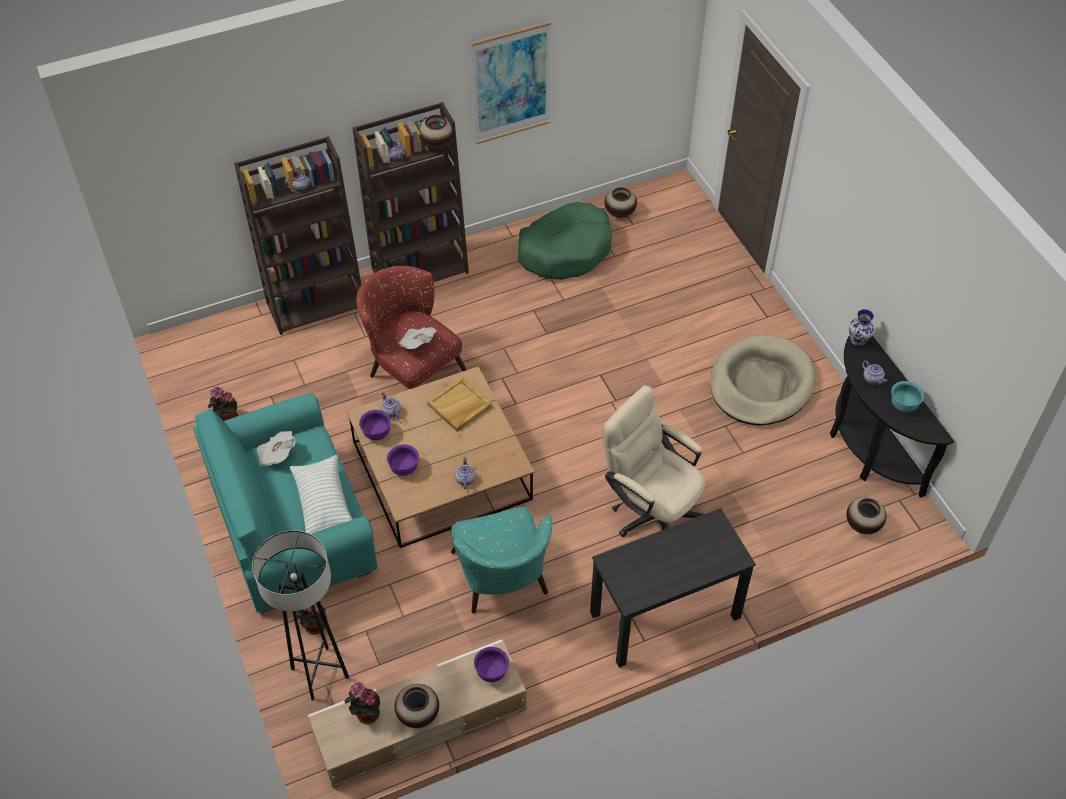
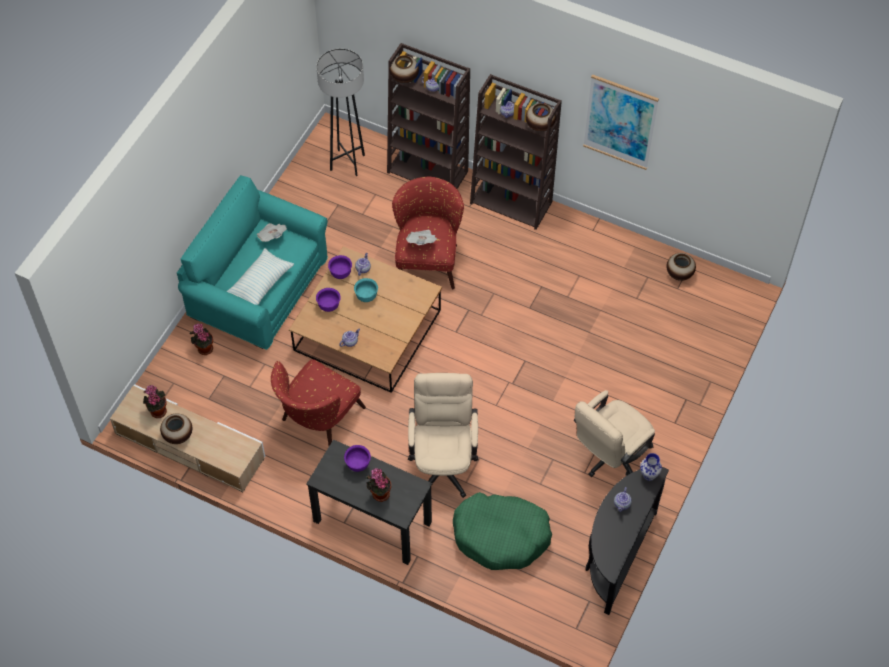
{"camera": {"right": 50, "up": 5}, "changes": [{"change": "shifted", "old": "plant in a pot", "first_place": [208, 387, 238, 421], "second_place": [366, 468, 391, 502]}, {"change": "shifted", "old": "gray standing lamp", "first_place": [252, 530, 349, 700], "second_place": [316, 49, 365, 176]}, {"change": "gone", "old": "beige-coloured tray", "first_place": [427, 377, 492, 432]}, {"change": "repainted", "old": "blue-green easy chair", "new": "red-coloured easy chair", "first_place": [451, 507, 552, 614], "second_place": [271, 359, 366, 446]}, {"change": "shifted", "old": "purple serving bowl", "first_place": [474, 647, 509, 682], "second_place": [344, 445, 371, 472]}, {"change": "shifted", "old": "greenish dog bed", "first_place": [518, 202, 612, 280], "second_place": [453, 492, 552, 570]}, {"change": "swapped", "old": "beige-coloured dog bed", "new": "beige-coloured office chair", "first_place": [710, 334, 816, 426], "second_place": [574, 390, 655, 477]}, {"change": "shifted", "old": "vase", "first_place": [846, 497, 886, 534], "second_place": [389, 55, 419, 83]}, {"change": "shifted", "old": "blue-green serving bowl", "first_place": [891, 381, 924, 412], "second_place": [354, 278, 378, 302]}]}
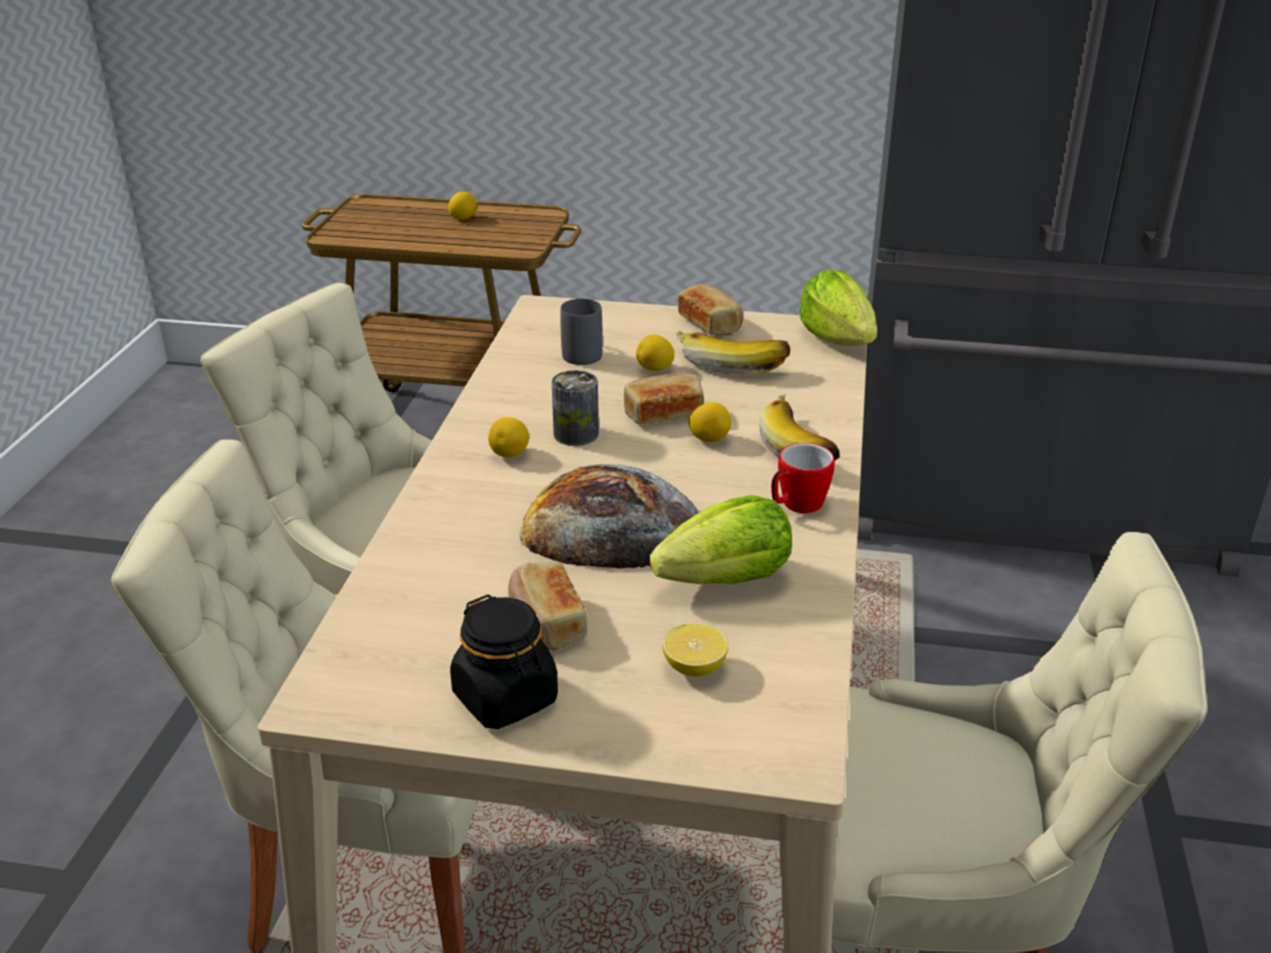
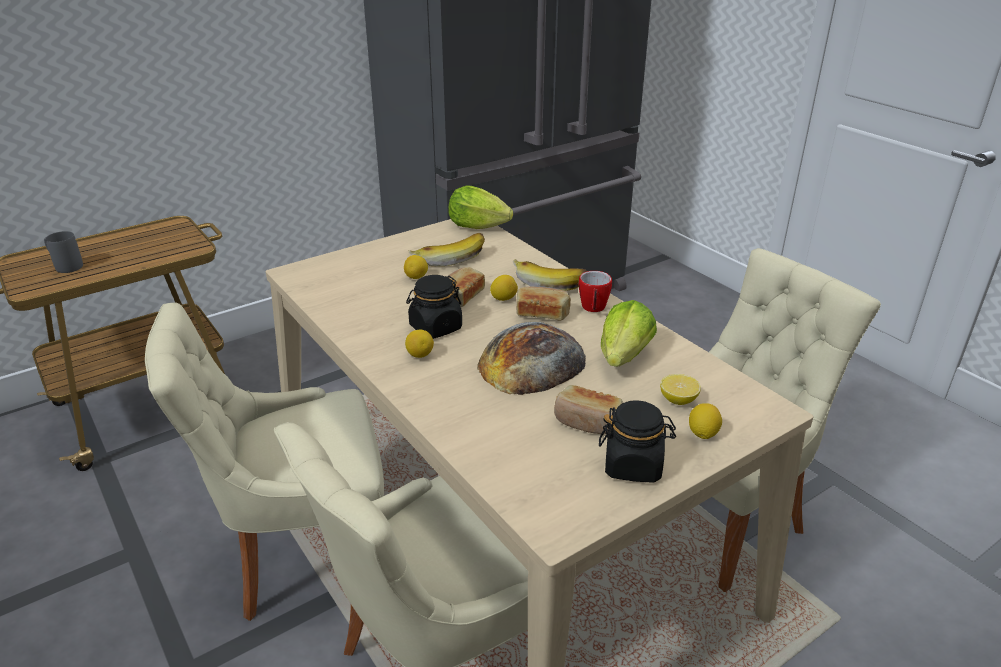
{"camera": {"right": -45, "up": 0}, "changes": [{"change": "shifted", "old": "whole lemon", "first_place": [448, 191, 477, 220], "second_place": [689, 403, 722, 439]}, {"change": "swapped", "old": "sealed can", "new": "black-coloured jar", "first_place": [552, 370, 599, 446], "second_place": [406, 275, 462, 339]}, {"change": "shifted", "old": "gray tea mug", "first_place": [560, 299, 603, 365], "second_place": [44, 231, 83, 273]}, {"change": "shifted", "old": "baked bread", "first_place": [678, 284, 743, 335], "second_place": [516, 286, 571, 320]}]}
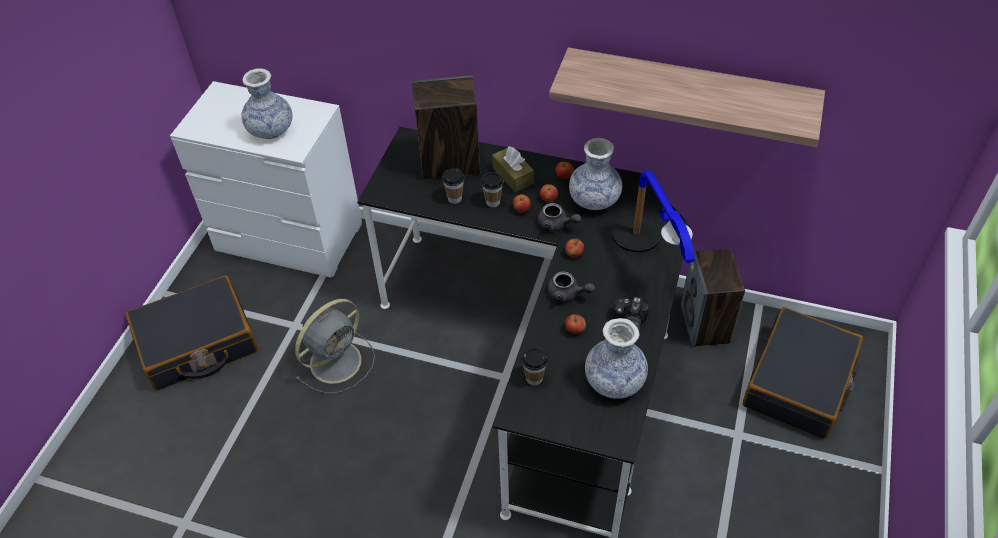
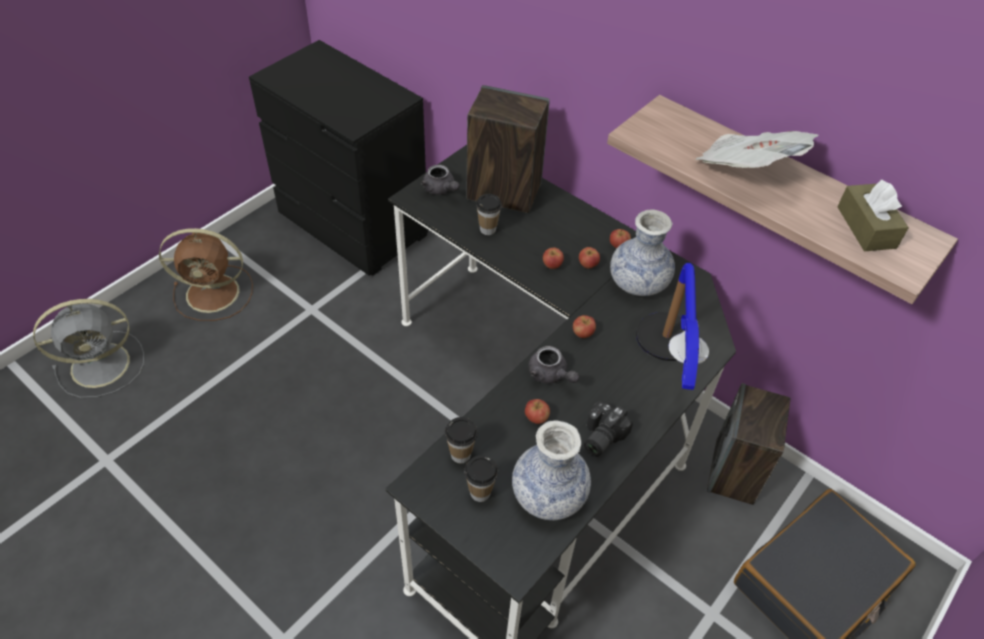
{"camera": {"right": 20, "up": 0}, "changes": [{"change": "swapped", "old": "black-coloured suitcase", "new": "brownish fan", "first_place": [126, 276, 258, 390], "second_place": [159, 228, 253, 321]}, {"change": "repainted", "old": "whitish chest of drawers", "new": "black-coloured chest of drawers", "first_place": [170, 81, 362, 278], "second_place": [249, 40, 428, 276]}, {"change": "gone", "old": "vase", "first_place": [241, 69, 292, 139]}, {"change": "shifted", "old": "gray fan", "first_place": [295, 299, 375, 394], "second_place": [33, 299, 144, 398]}, {"change": "shifted", "old": "cup", "first_place": [481, 172, 504, 207], "second_place": [464, 455, 498, 502]}, {"change": "shifted", "old": "brownish tissue box", "first_place": [492, 146, 534, 192], "second_place": [837, 179, 909, 251]}, {"change": "shifted", "old": "gray tea pot", "first_place": [537, 203, 581, 232], "second_place": [421, 165, 460, 195]}, {"change": "new", "new": "newspaper", "second_place": [695, 131, 819, 168]}]}
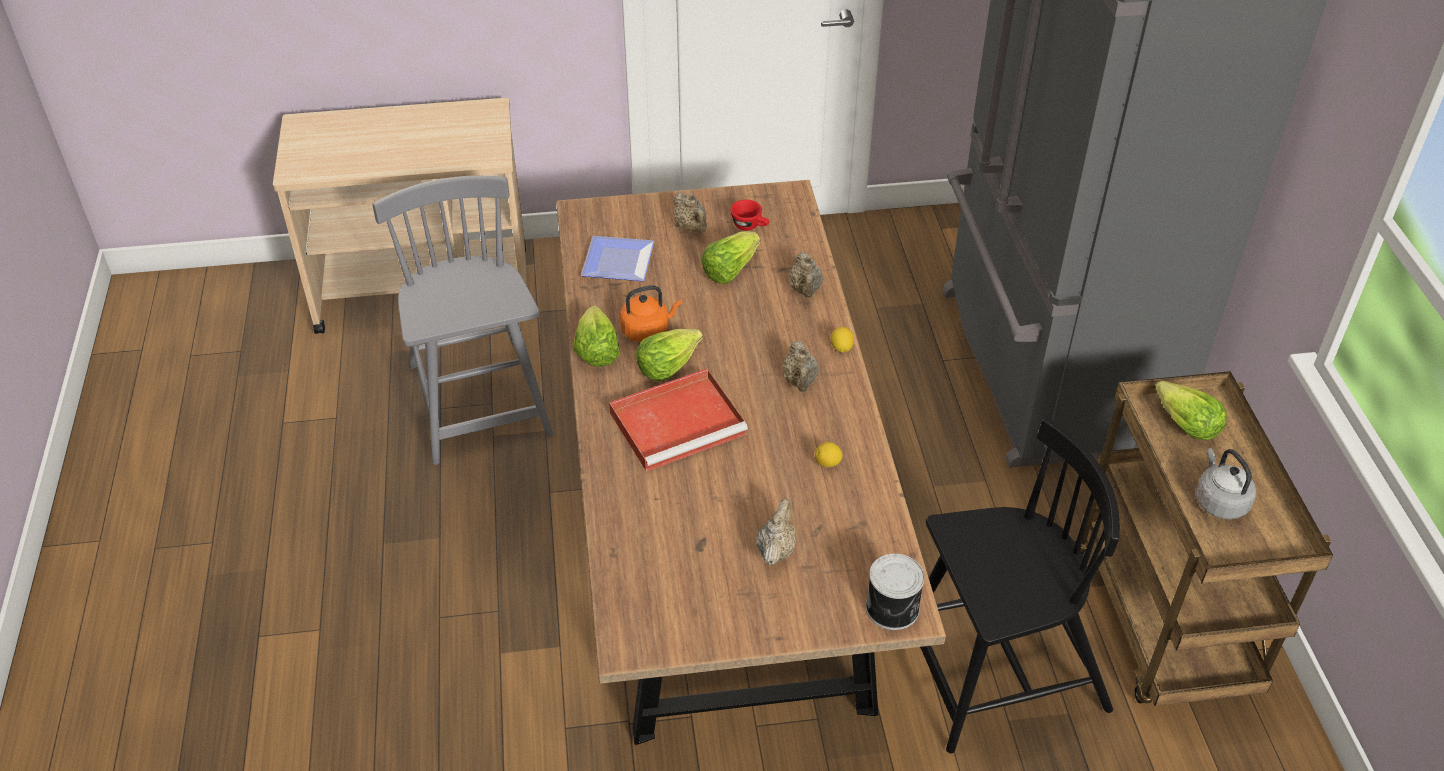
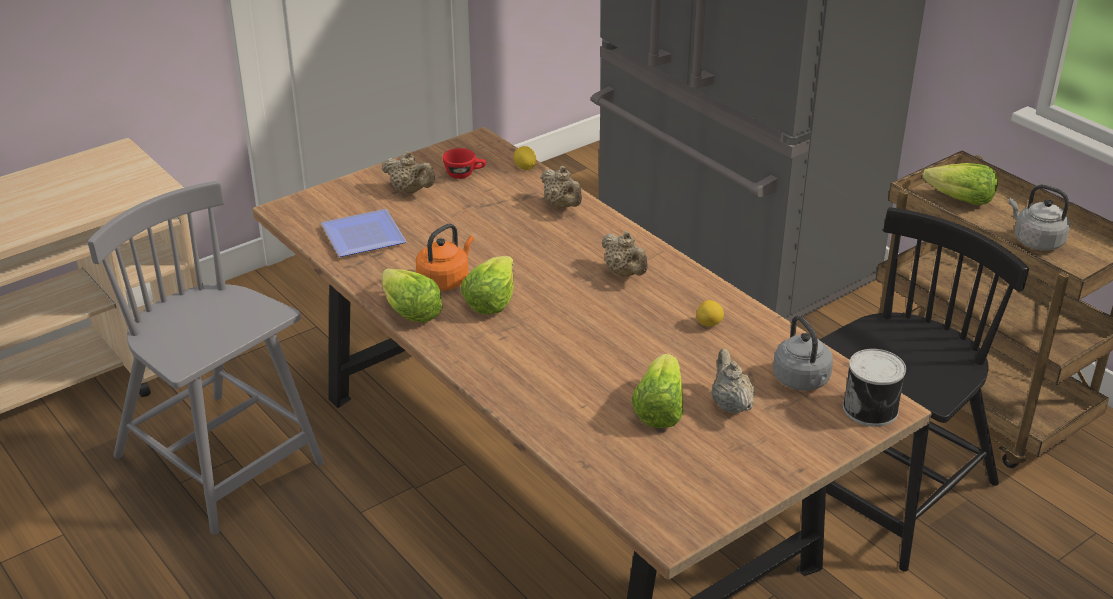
{"camera": {"right": -30, "up": -10}, "changes": [{"change": "gone", "old": "red-coloured tray", "first_place": [609, 369, 748, 472]}, {"change": "shifted", "old": "lettuce", "first_place": [701, 231, 760, 284], "second_place": [631, 354, 683, 428]}, {"change": "shifted", "old": "whole lemon", "first_place": [830, 327, 854, 352], "second_place": [513, 146, 536, 170]}, {"change": "new", "new": "gray kettle", "second_place": [773, 315, 833, 391]}]}
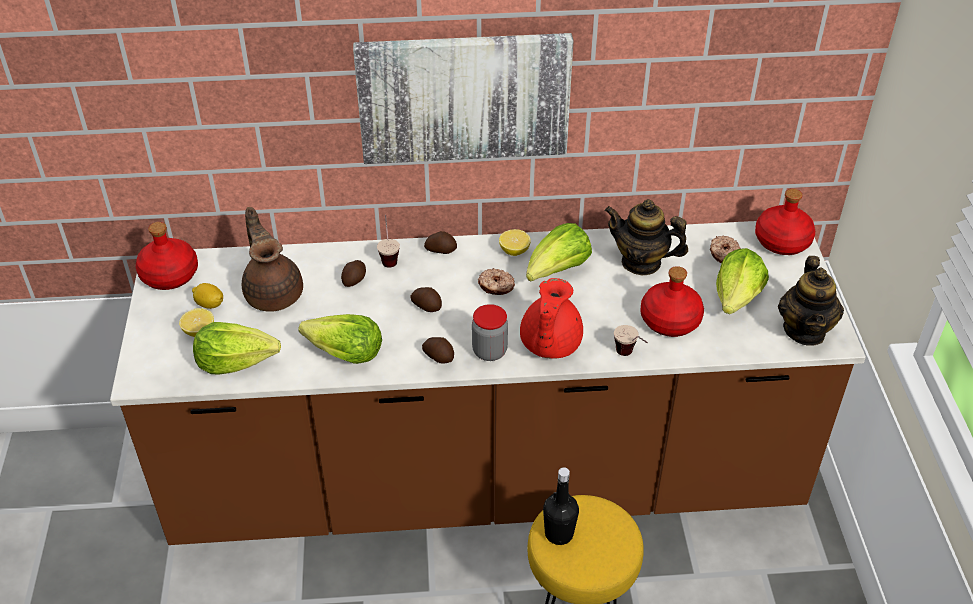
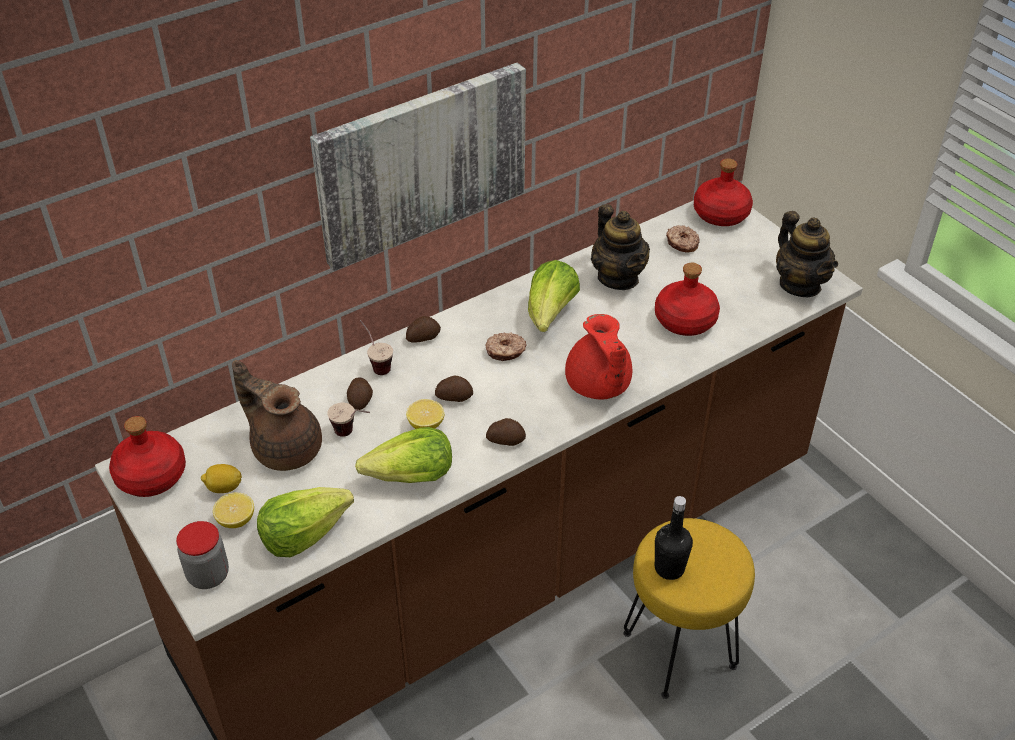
{"camera": {"right": -30, "up": 0}, "changes": [{"change": "shifted", "old": "jar", "first_place": [472, 304, 508, 361], "second_place": [176, 521, 229, 589]}, {"change": "shifted", "old": "whole lemon", "first_place": [499, 229, 531, 256], "second_place": [406, 399, 444, 429]}, {"change": "rotated", "old": "tea pot", "first_place": [605, 199, 688, 275], "second_place": [591, 204, 650, 290], "degrees": -105}, {"change": "shifted", "old": "cup", "first_place": [614, 325, 648, 356], "second_place": [327, 402, 370, 437]}, {"change": "gone", "old": "lettuce", "first_place": [716, 248, 769, 314]}]}
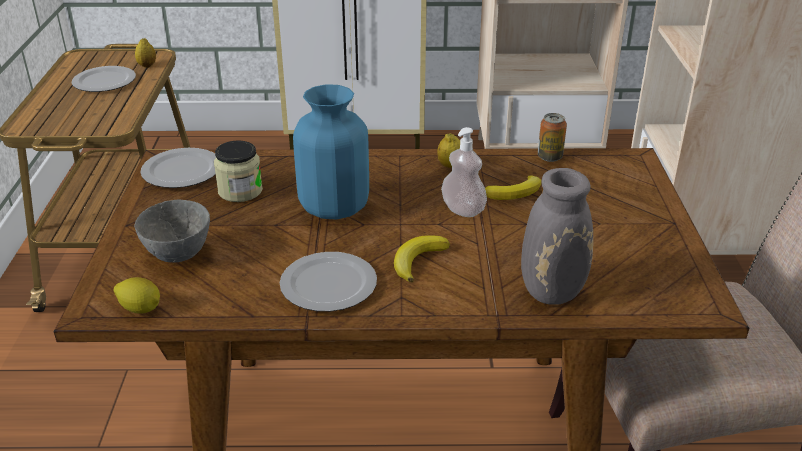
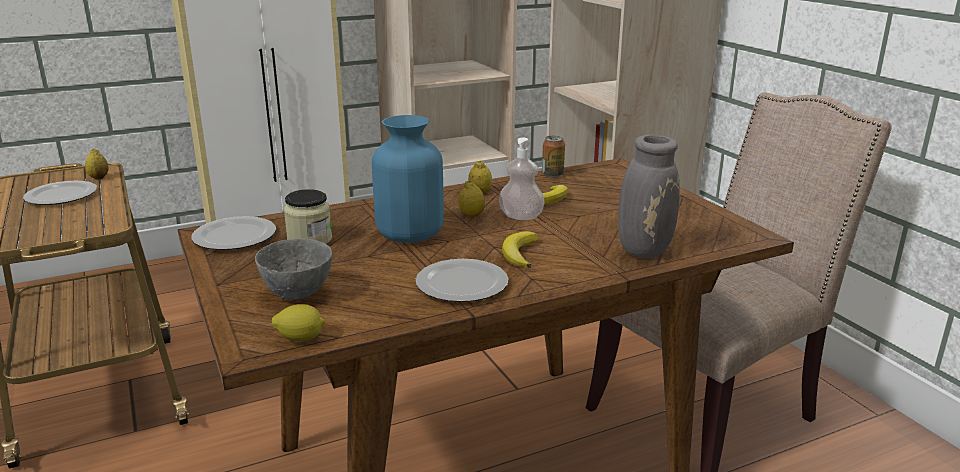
{"camera": {"right": -25, "up": -10}, "changes": [{"change": "new", "new": "whole lemon", "second_place": [459, 181, 485, 217]}]}
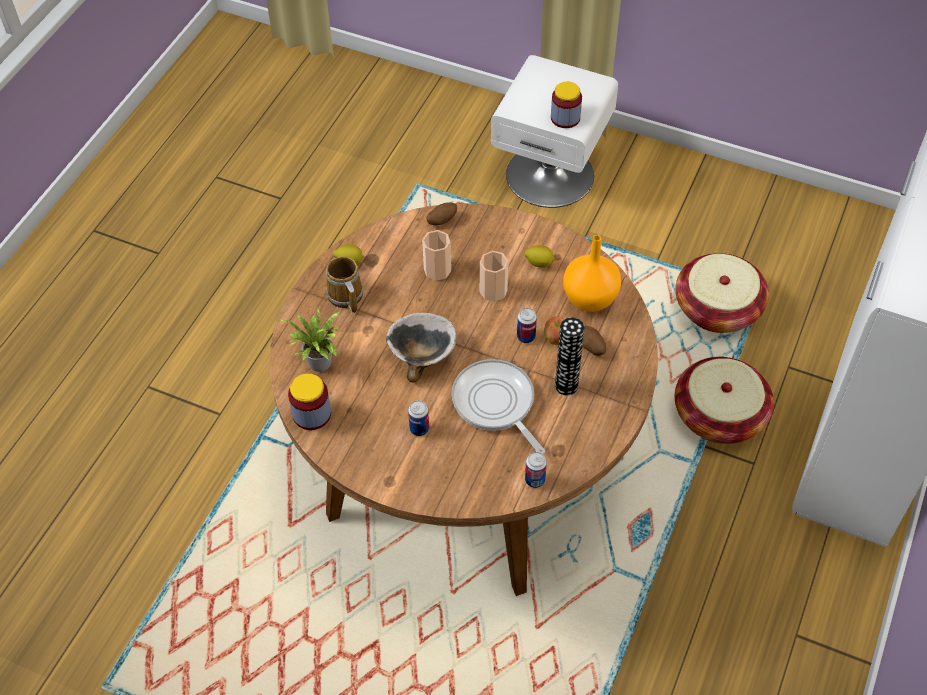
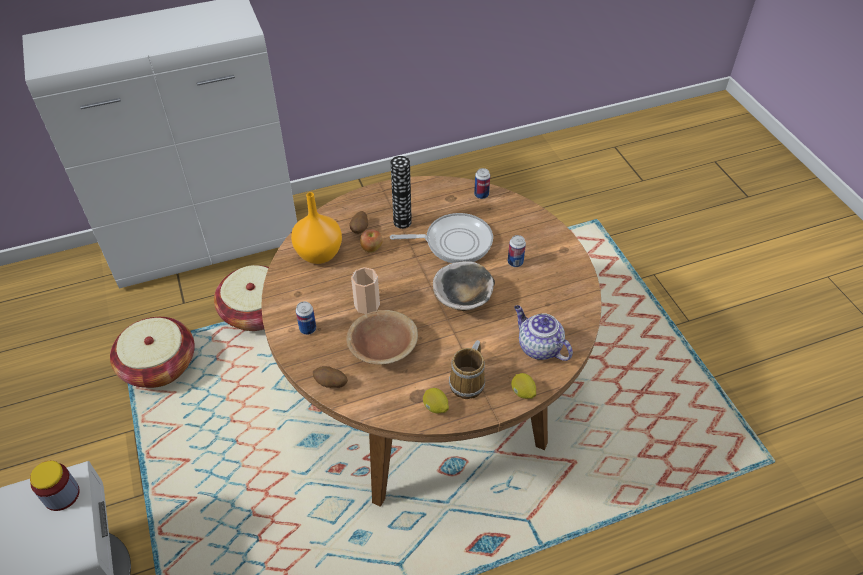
{"camera": {"right": -135, "up": -5}, "changes": [{"change": "swapped", "old": "plant in a pot", "new": "tea pot", "first_place": [279, 309, 341, 372], "second_place": [514, 305, 573, 361]}, {"change": "gone", "old": "jar", "first_place": [288, 373, 331, 430]}, {"change": "swapped", "old": "cup", "new": "brownish serving bowl", "first_place": [422, 230, 451, 281], "second_place": [346, 310, 418, 365]}, {"change": "rotated", "old": "frying pan", "first_place": [451, 359, 545, 454], "second_place": [390, 213, 493, 263], "degrees": -105}, {"change": "shifted", "old": "sealed can", "first_place": [517, 308, 537, 343], "second_place": [296, 301, 316, 335]}, {"change": "shifted", "old": "whole lemon", "first_place": [525, 245, 555, 268], "second_place": [511, 373, 536, 399]}]}
